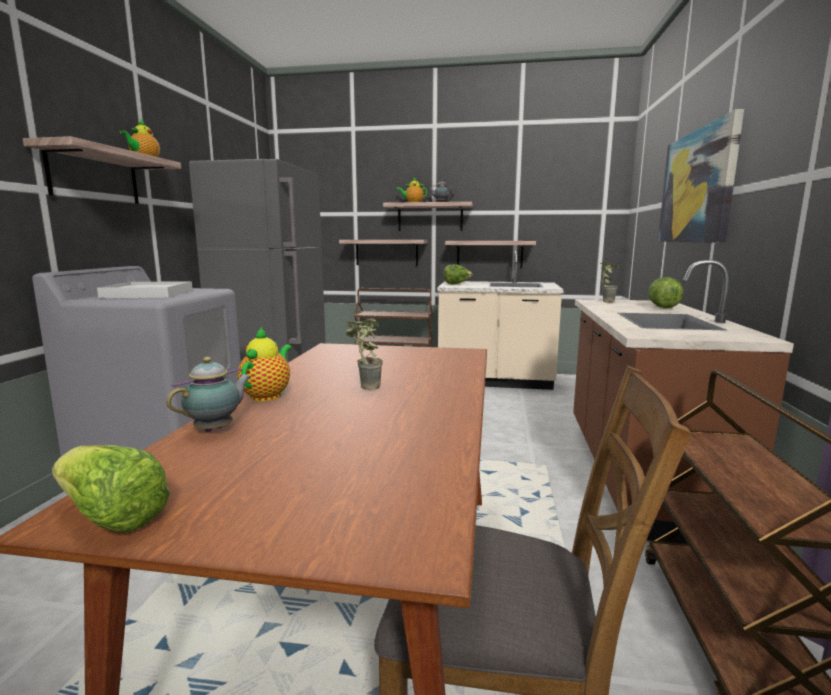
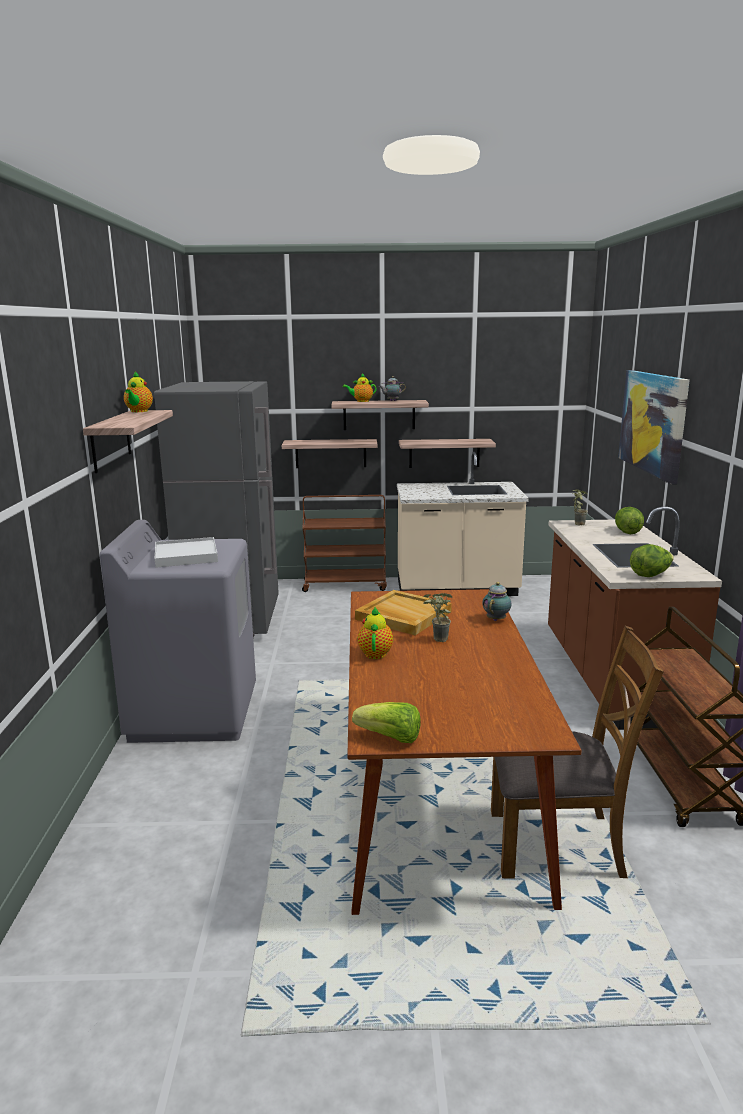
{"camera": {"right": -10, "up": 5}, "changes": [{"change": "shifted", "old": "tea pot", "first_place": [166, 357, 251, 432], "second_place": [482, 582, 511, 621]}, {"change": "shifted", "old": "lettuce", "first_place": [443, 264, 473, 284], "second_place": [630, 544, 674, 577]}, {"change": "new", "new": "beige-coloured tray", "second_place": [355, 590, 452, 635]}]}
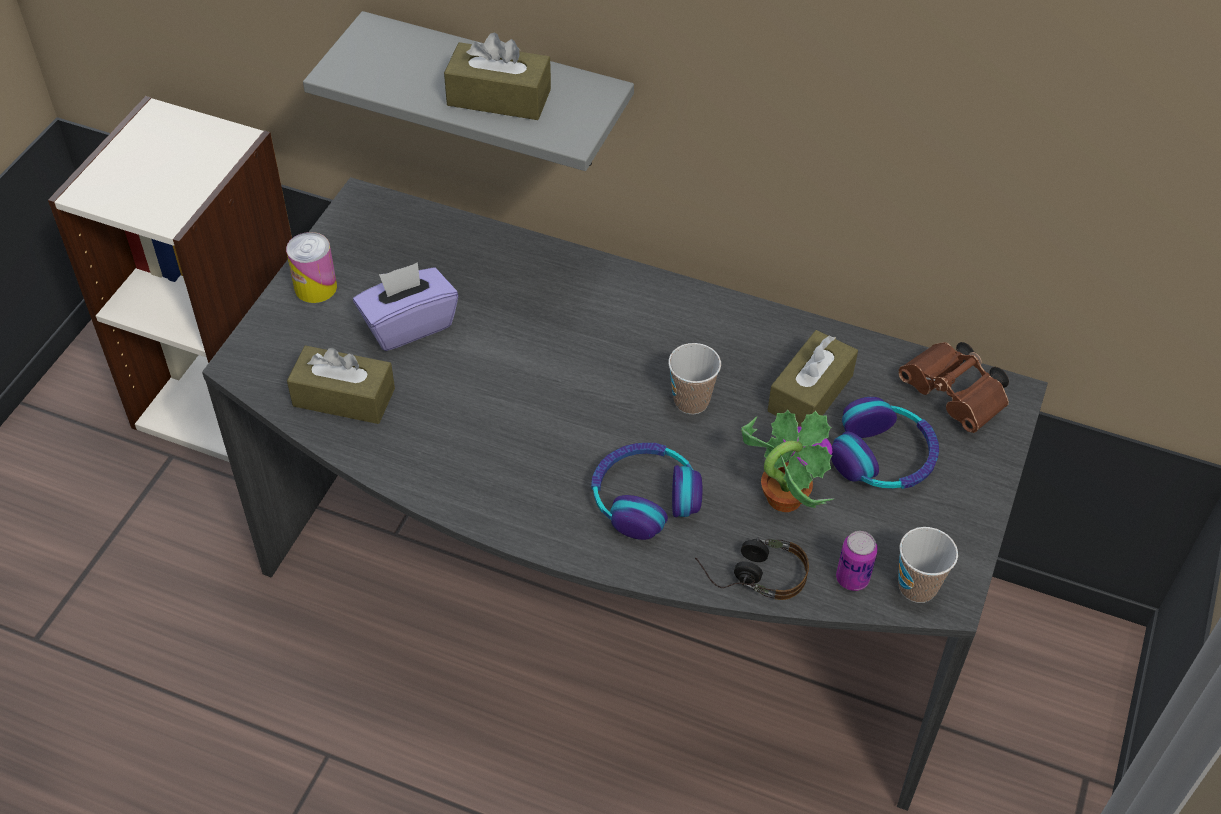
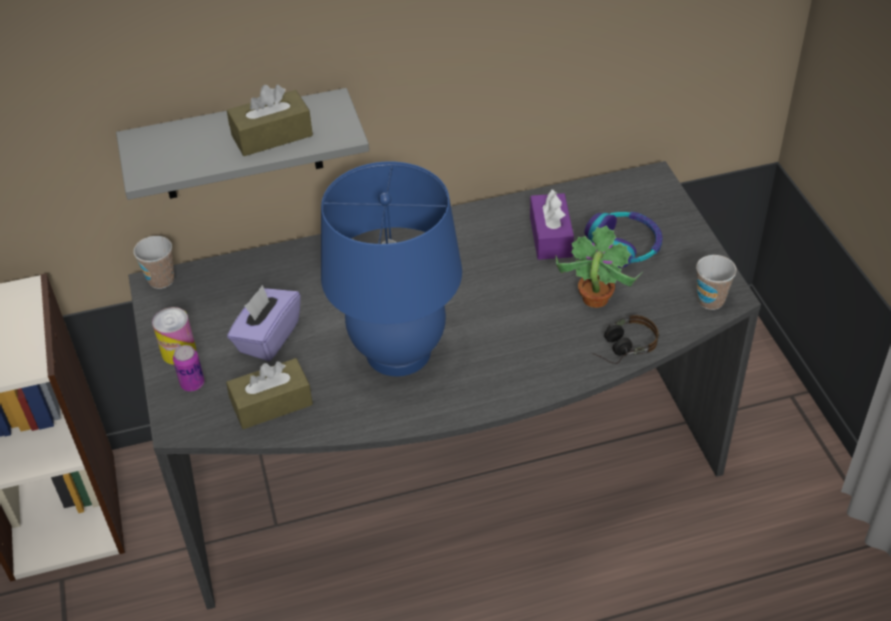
{"camera": {"right": -35, "up": -5}, "changes": [{"change": "gone", "old": "headphones", "first_place": [591, 443, 702, 540]}, {"change": "shifted", "old": "cup", "first_place": [668, 343, 721, 414], "second_place": [133, 236, 174, 289]}, {"change": "repainted", "old": "brownish tissue box", "new": "purple tissue box", "first_place": [768, 330, 858, 427], "second_place": [530, 189, 574, 260]}, {"change": "shifted", "old": "sealed can", "first_place": [836, 531, 878, 591], "second_place": [173, 345, 205, 392]}, {"change": "gone", "old": "brownish binoculars", "first_place": [898, 342, 1009, 433]}, {"change": "new", "new": "blue-coloured lamp for a table", "second_place": [321, 161, 462, 376]}]}
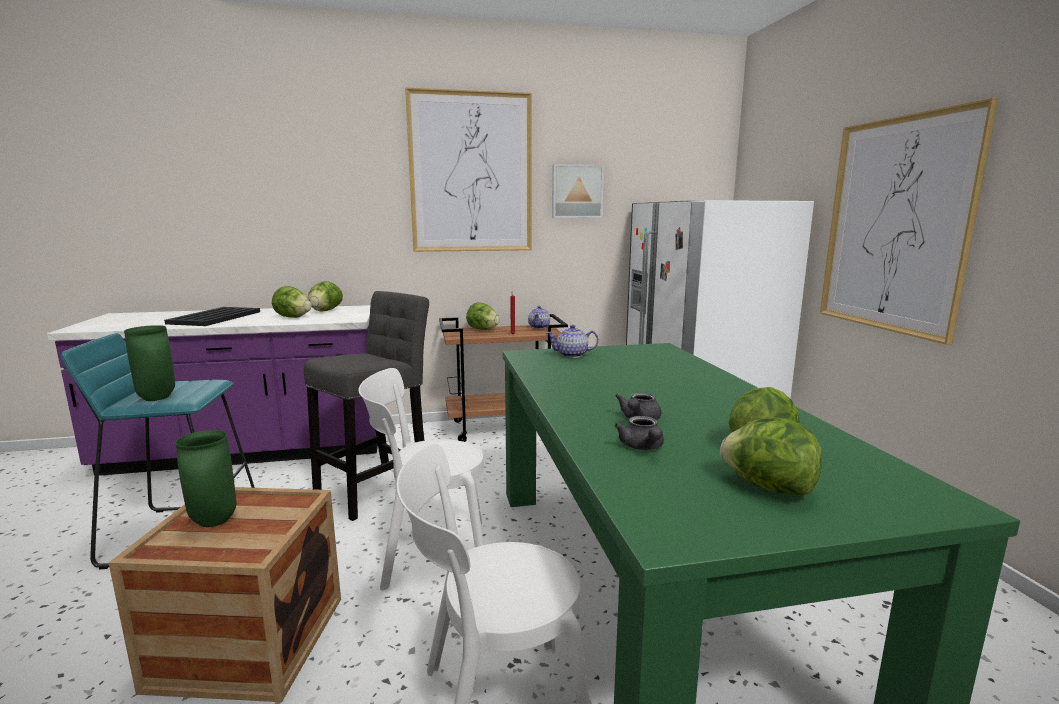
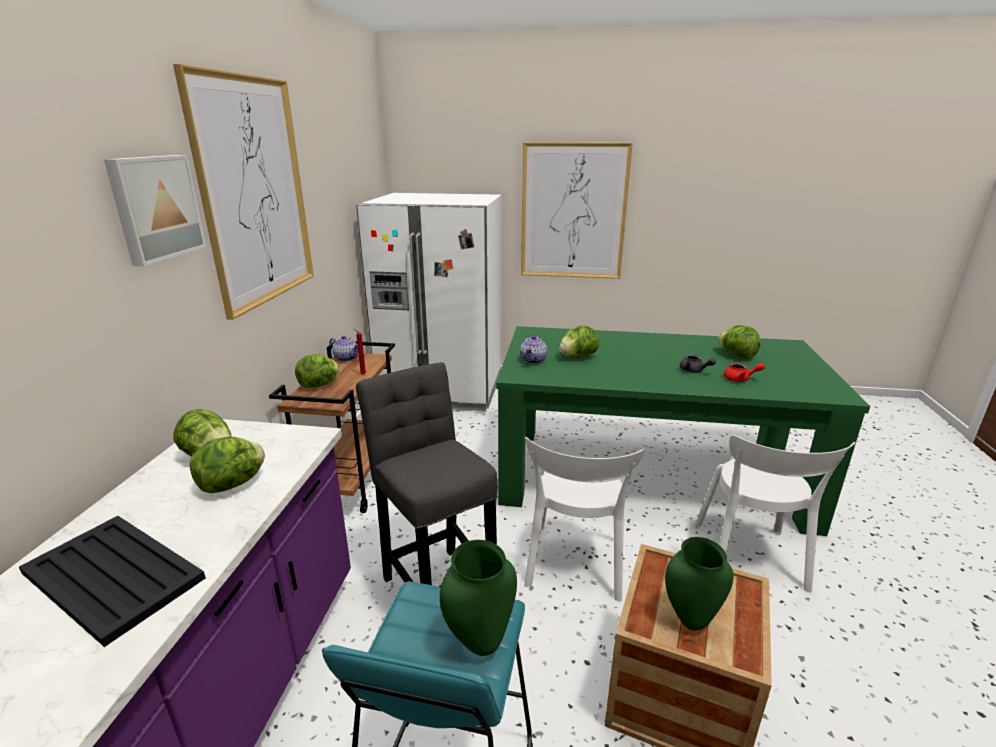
{"camera": {"right": -70, "up": 10}, "changes": [{"change": "shifted", "old": "wall picture", "first_place": [552, 164, 604, 218], "second_place": [104, 155, 207, 266]}, {"change": "repainted", "old": "gray tea pot", "new": "red-coloured tea pot", "first_place": [615, 416, 664, 450], "second_place": [724, 363, 765, 382]}, {"change": "shifted", "old": "lettuce", "first_place": [720, 418, 822, 496], "second_place": [559, 326, 599, 358]}]}
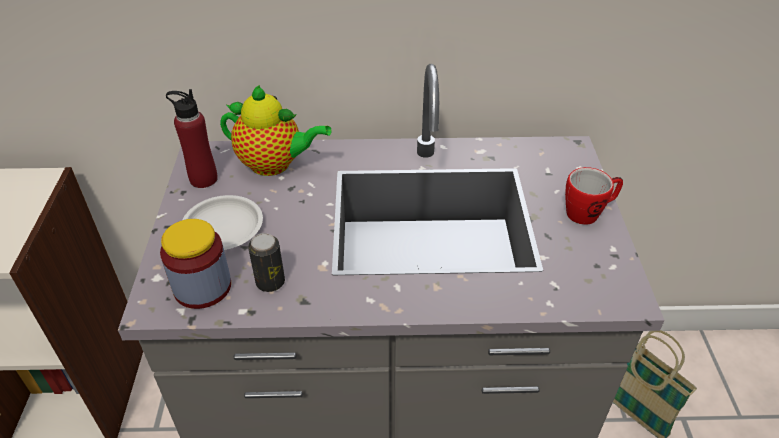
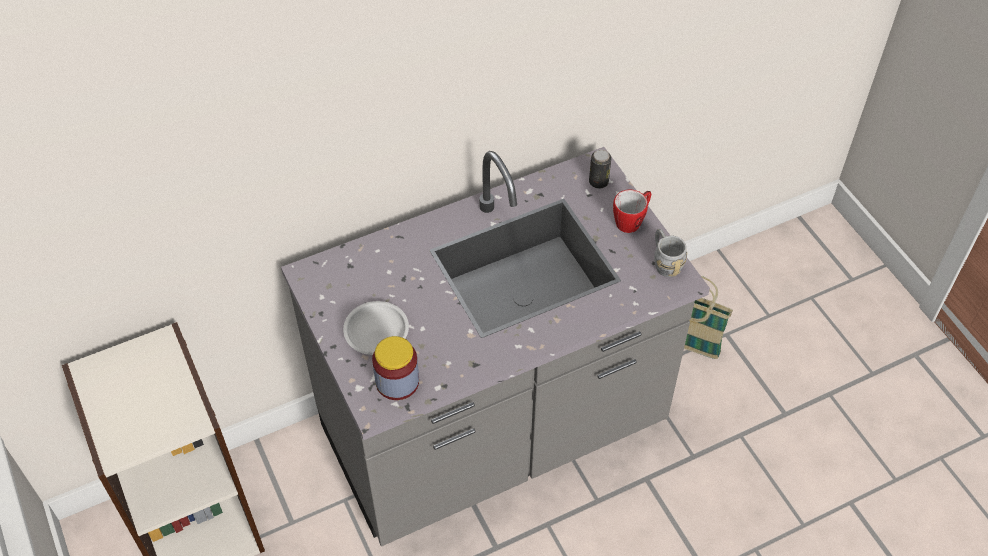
{"camera": {"right": -25, "up": 10}, "changes": [{"change": "gone", "old": "red-coloured bottle", "first_place": [166, 89, 218, 188]}, {"change": "gone", "old": "tea pot", "first_place": [220, 85, 332, 176]}, {"change": "shifted", "old": "sealed can", "first_place": [248, 233, 285, 292], "second_place": [589, 150, 611, 188]}, {"change": "new", "new": "gray tea mug", "second_place": [654, 229, 687, 277]}]}
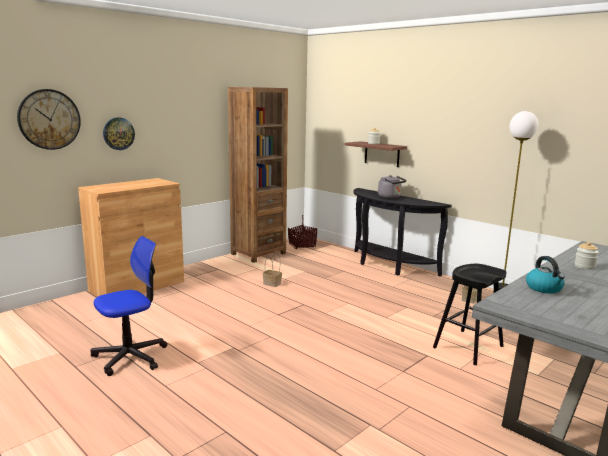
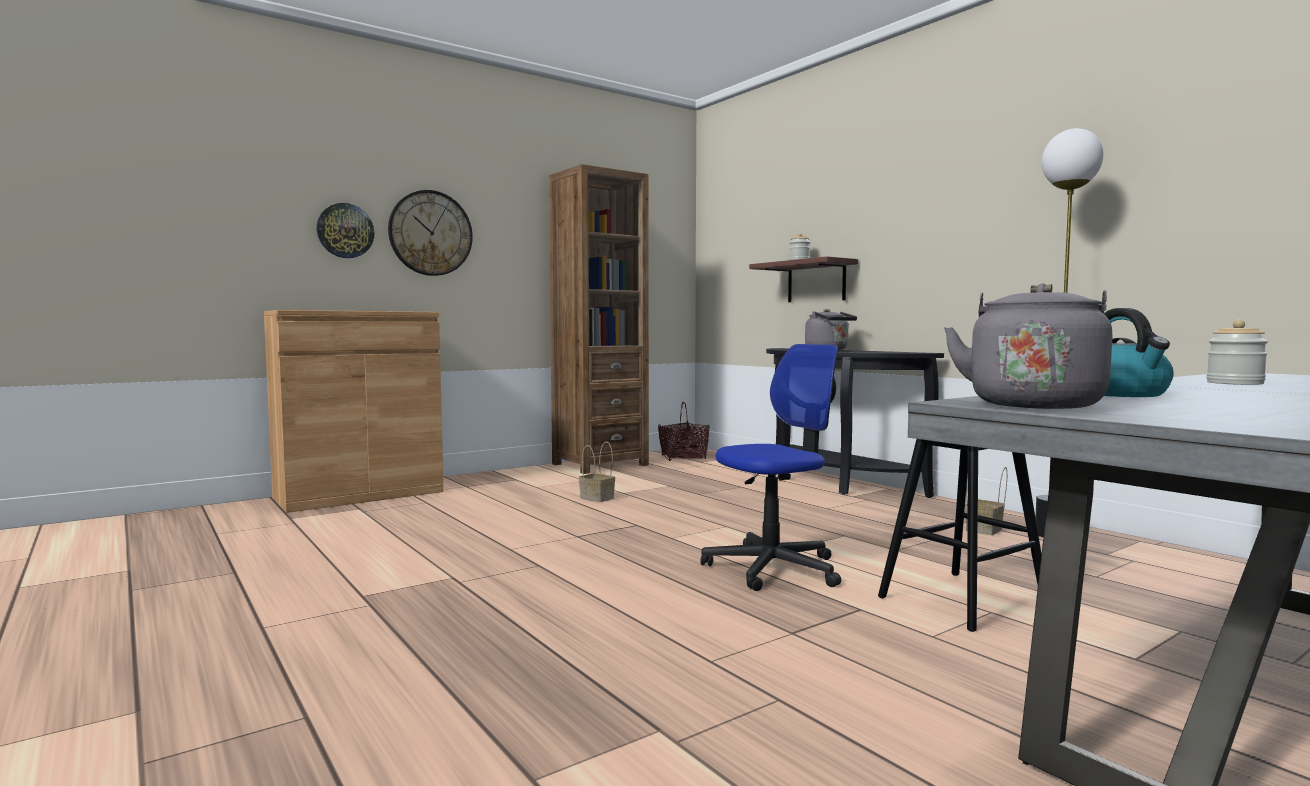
{"camera": {"right": 10, "up": -10}, "changes": [{"change": "shifted", "old": "wall clock", "first_place": [17, 89, 81, 150], "second_place": [388, 190, 473, 276]}, {"change": "shifted", "old": "office chair", "first_place": [91, 236, 167, 376], "second_place": [700, 344, 841, 591]}, {"change": "new", "new": "gray kettle", "second_place": [944, 283, 1112, 409]}]}
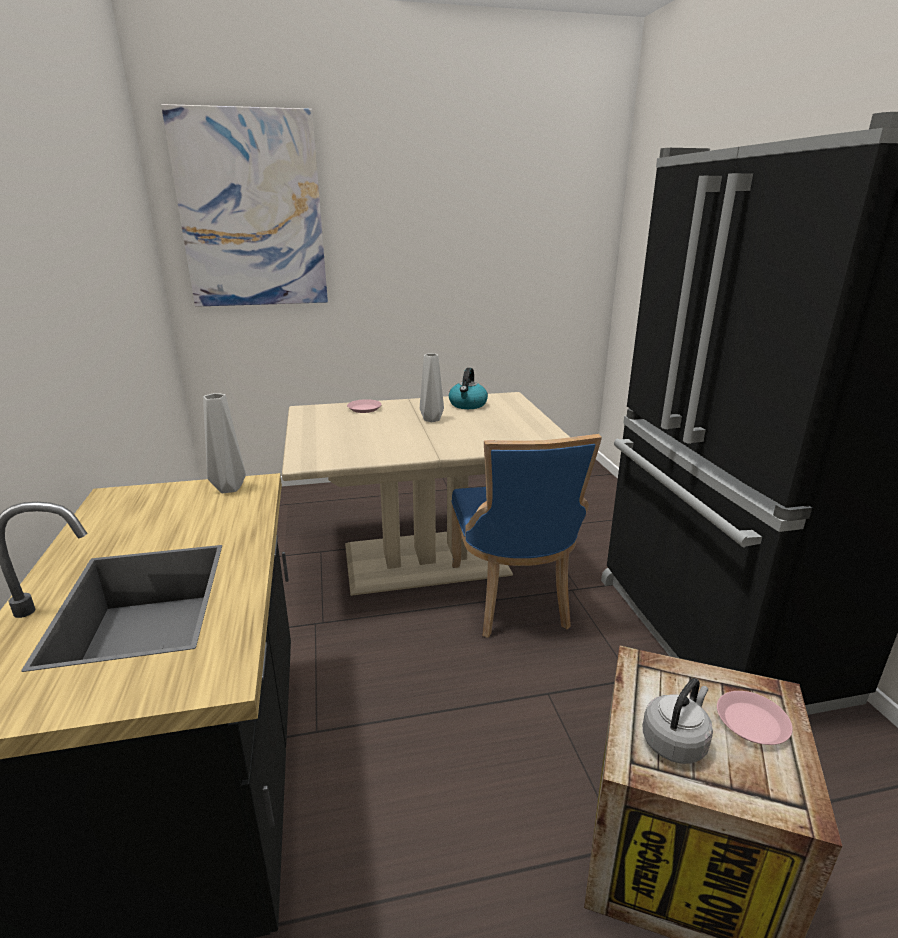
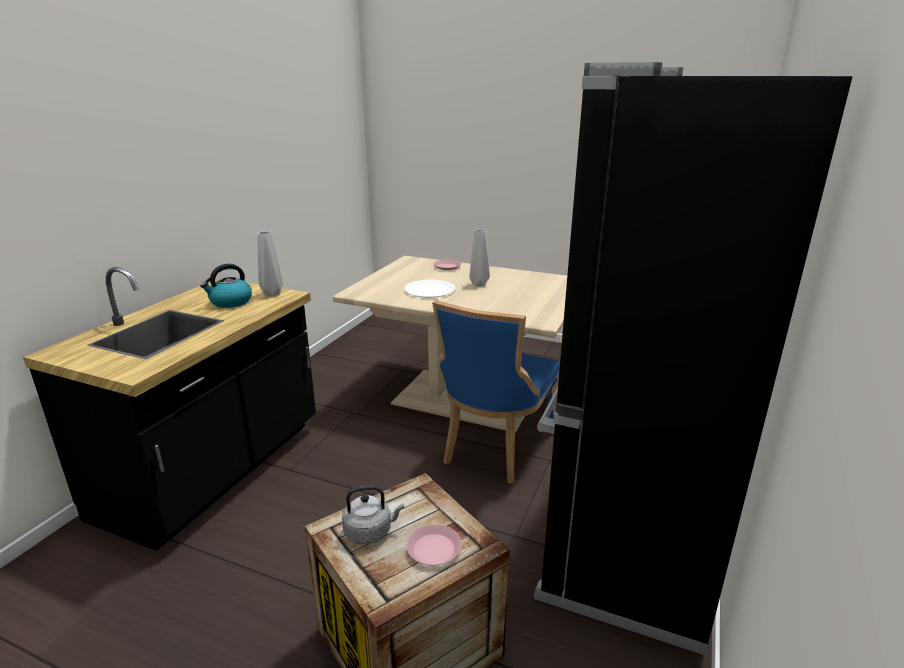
{"camera": {"right": 35, "up": 0}, "changes": [{"change": "gone", "old": "wall picture", "first_place": [161, 104, 328, 307]}, {"change": "shifted", "old": "kettle", "first_place": [449, 368, 488, 409], "second_place": [200, 264, 252, 308]}, {"change": "new", "new": "whitish plate", "second_place": [404, 280, 456, 298]}]}
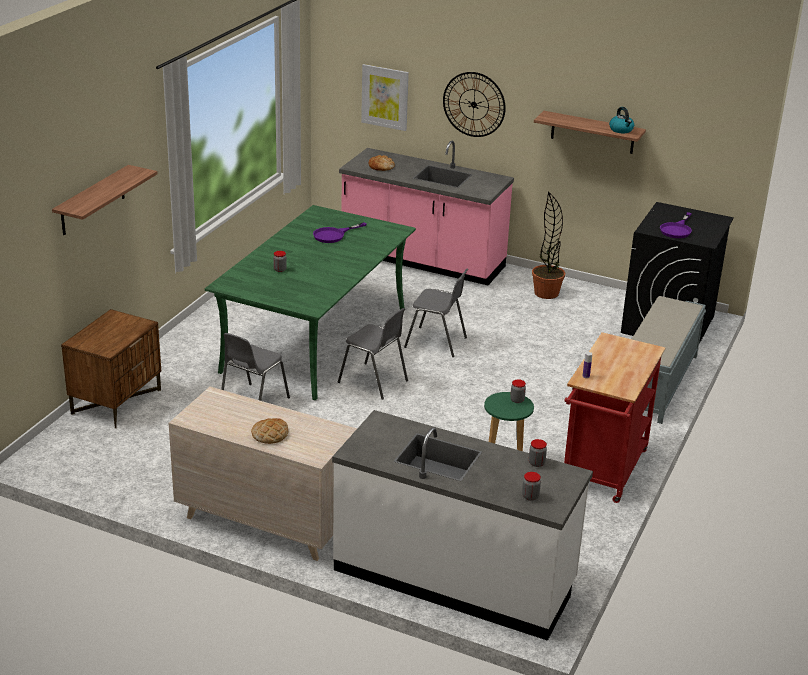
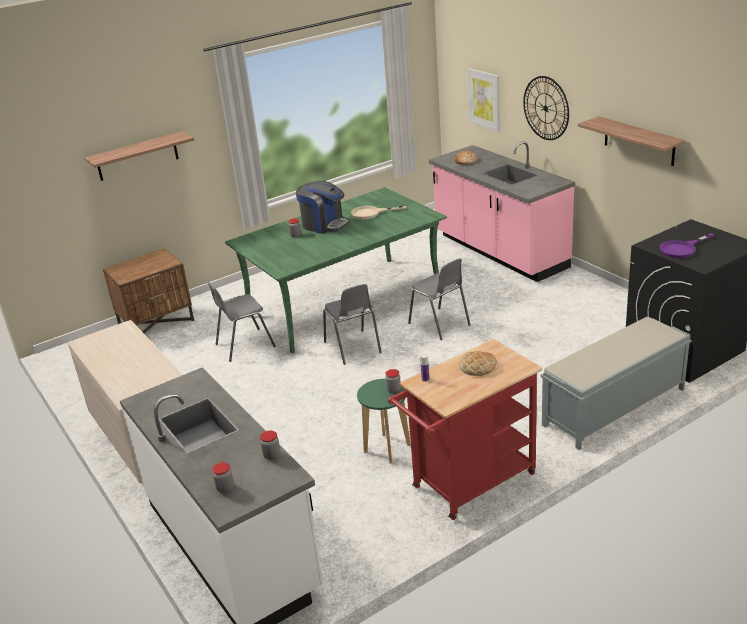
{"camera": {"right": 35, "up": 0}, "changes": [{"change": "shifted", "old": "baked bread", "first_place": [251, 418, 288, 444], "second_place": [459, 351, 496, 376]}, {"change": "repainted", "old": "purple frying pan", "new": "beige-coloured frying pan", "first_place": [313, 222, 367, 243], "second_place": [351, 206, 406, 219]}, {"change": "gone", "old": "plant in a pot", "first_place": [532, 191, 565, 299]}, {"change": "gone", "old": "kettle", "first_place": [609, 107, 634, 133]}, {"change": "new", "new": "coffee brewer", "second_place": [296, 181, 350, 234]}]}
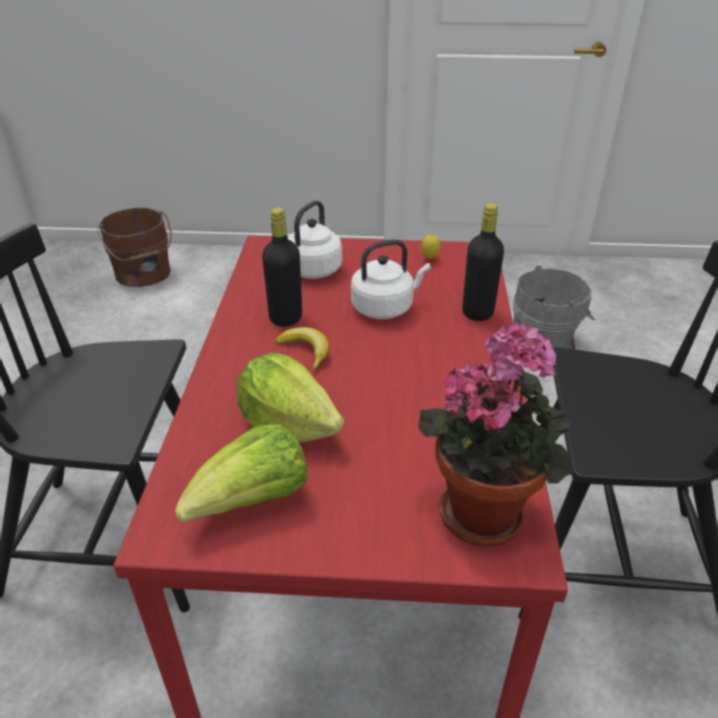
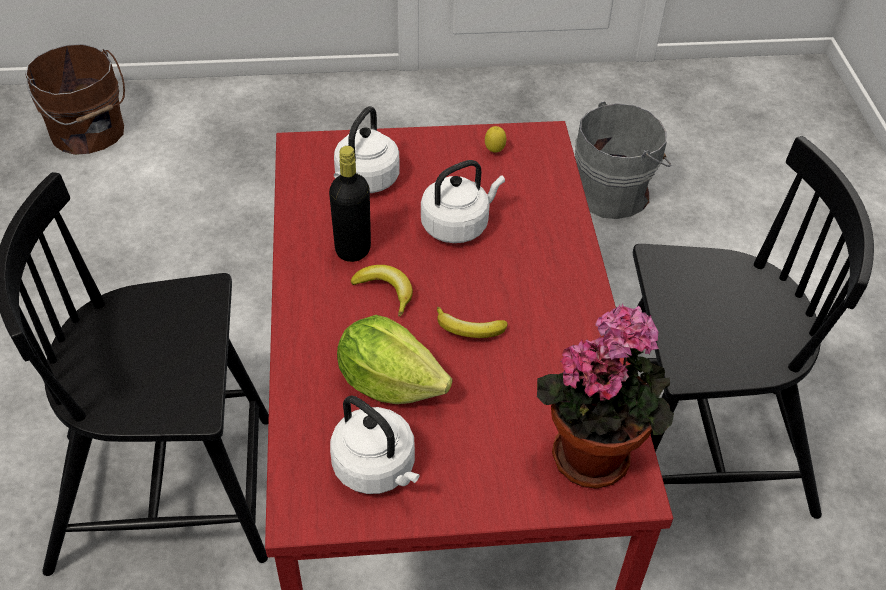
{"camera": {"right": -10, "up": 10}, "changes": [{"change": "swapped", "old": "lettuce", "new": "whitish kettle", "first_place": [175, 423, 308, 523], "second_place": [330, 396, 420, 494]}, {"change": "gone", "old": "black-coloured bottle", "first_place": [462, 203, 504, 321]}, {"change": "new", "new": "banana", "second_place": [437, 307, 508, 338]}]}
